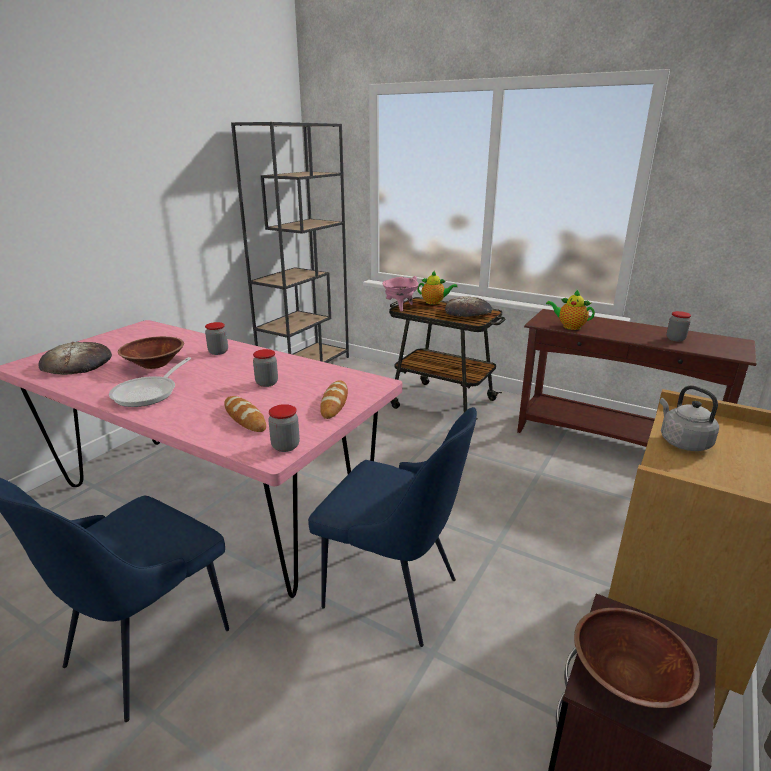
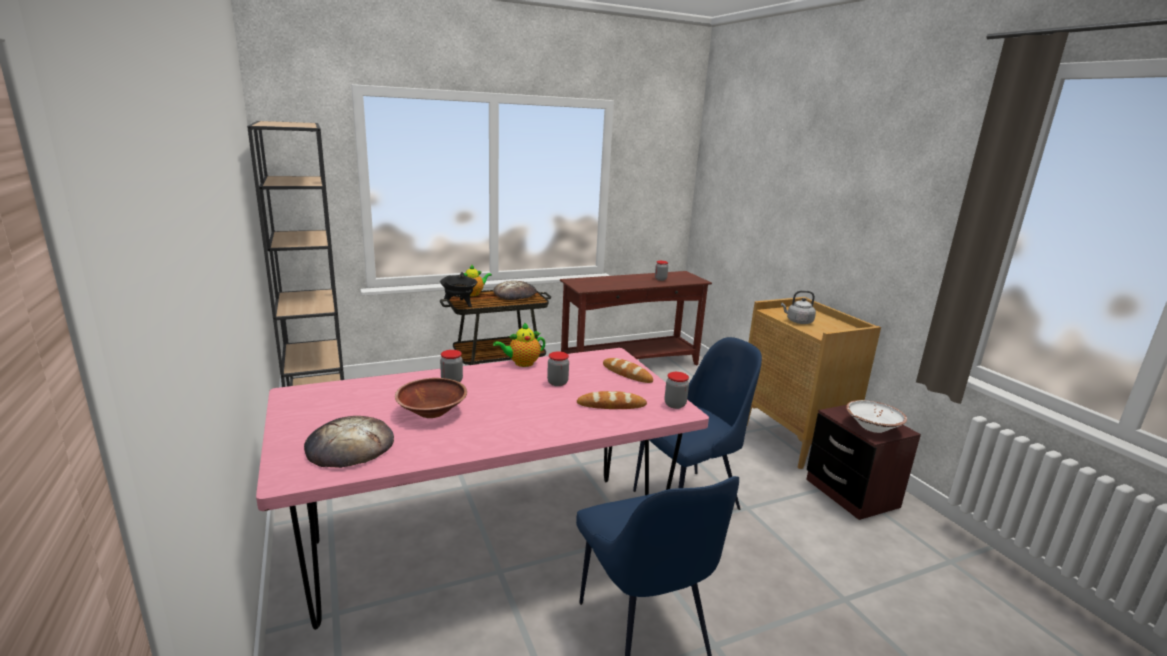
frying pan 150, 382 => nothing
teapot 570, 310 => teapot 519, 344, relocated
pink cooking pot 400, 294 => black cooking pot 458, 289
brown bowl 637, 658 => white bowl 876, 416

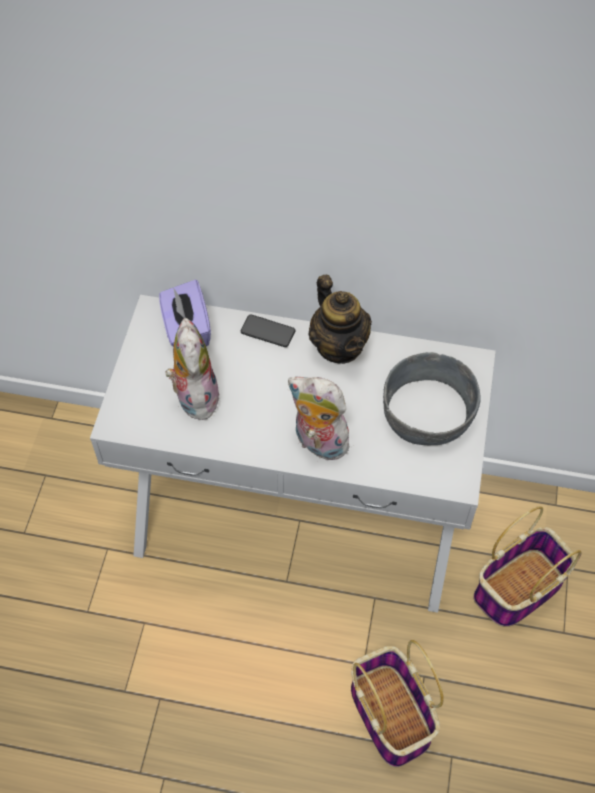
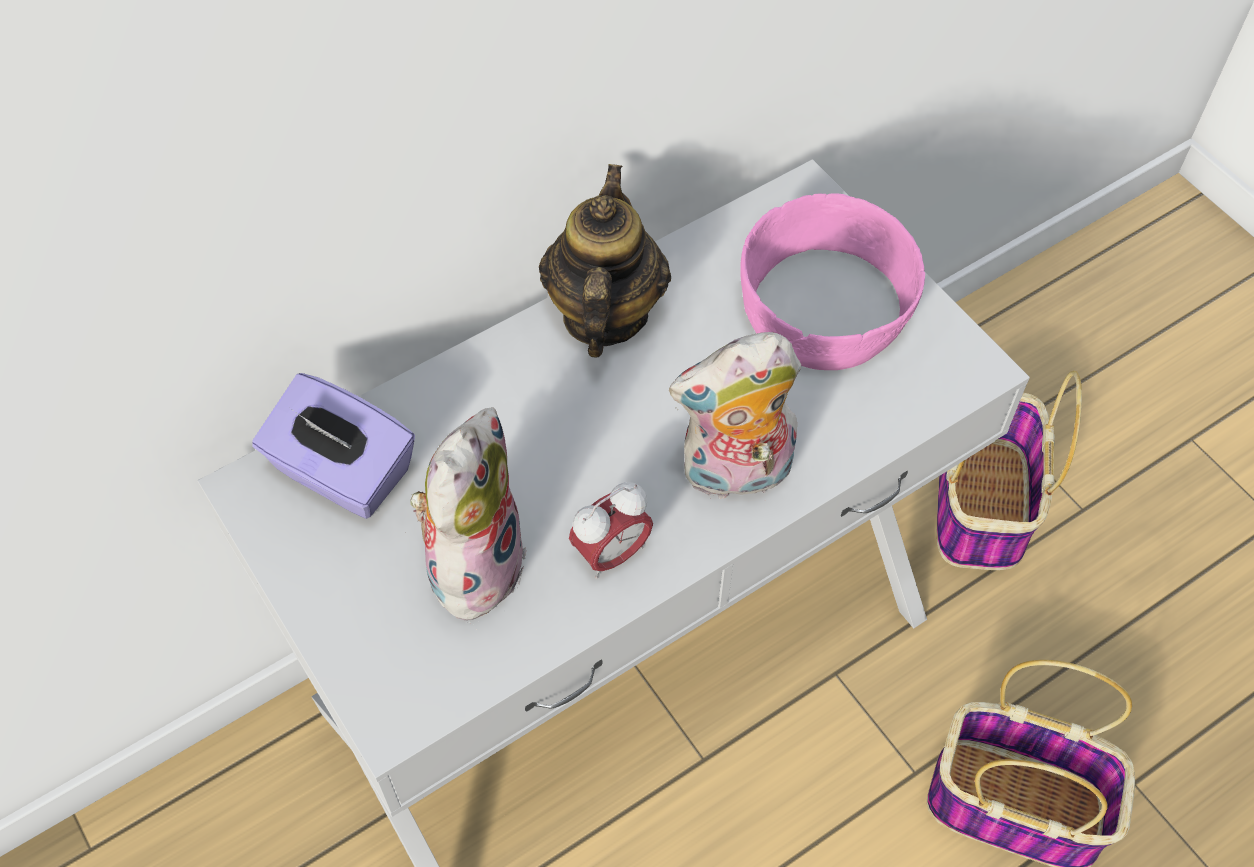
phone 268, 331 => nothing
nothing => alarm clock 611, 530
grey bowl 432, 398 => pink bowl 832, 281
plush toy 193, 369 => plush toy 468, 518, 75 degrees clockwise
teapot 340, 319 => teapot 605, 261, 105 degrees counterclockwise

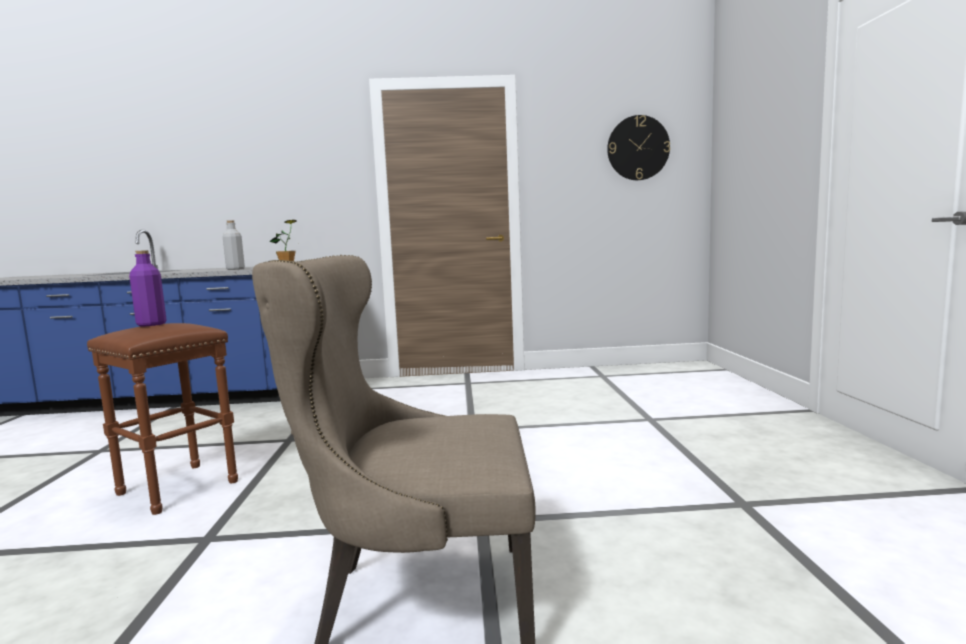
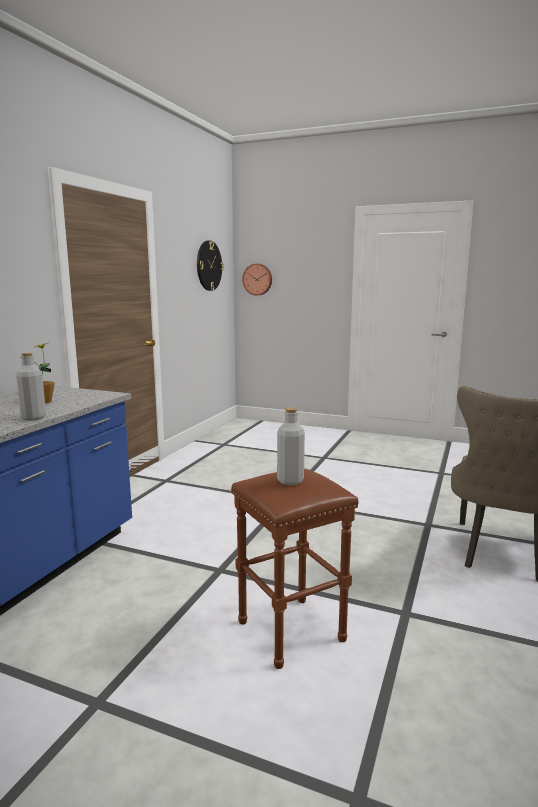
nothing => wall clock 257, 279
purple bottle 148, 288 => grey bottle 291, 446

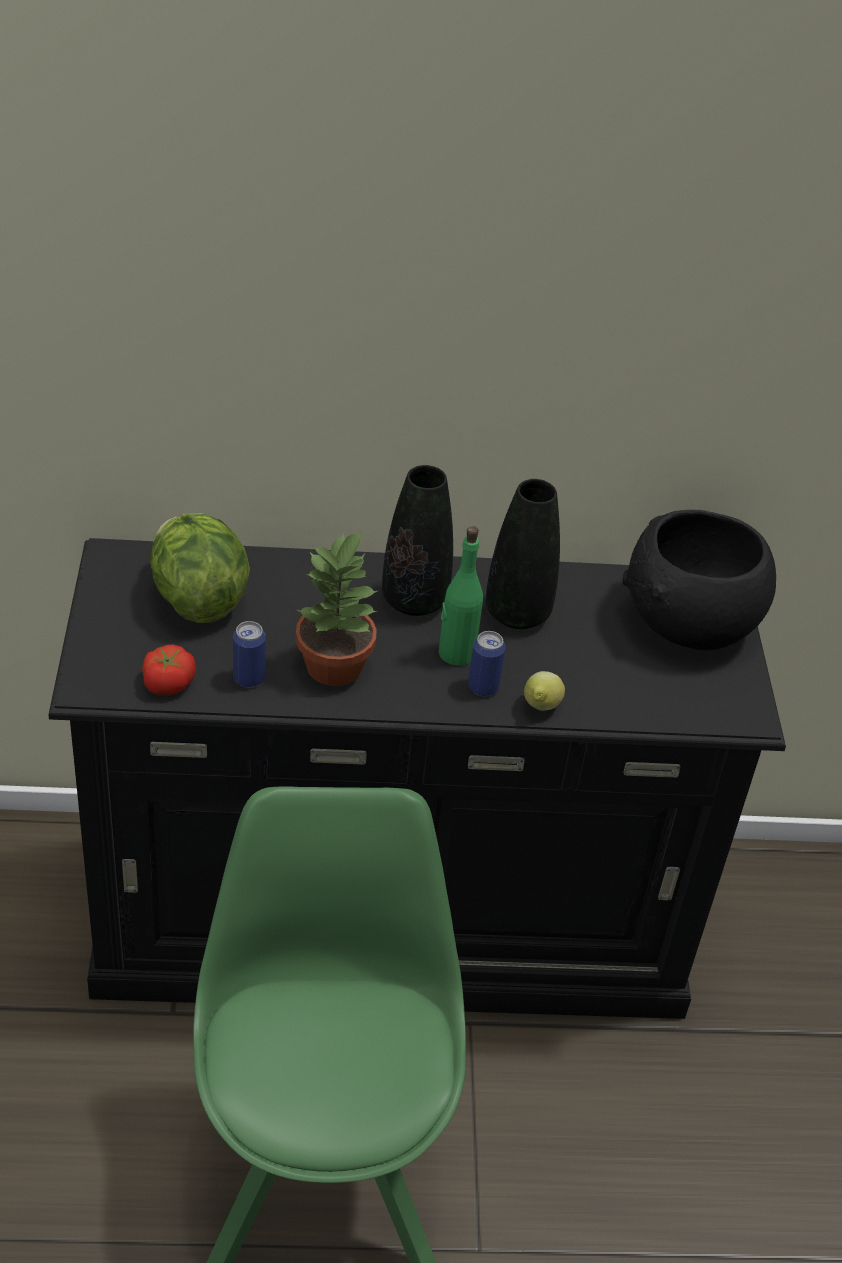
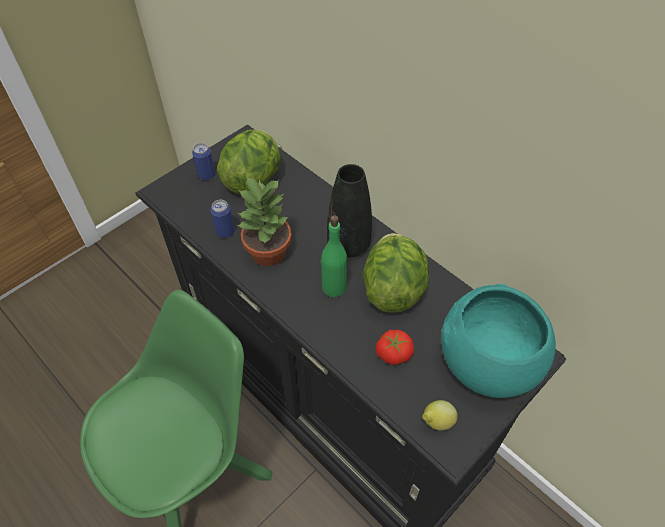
tomato 169, 669 => tomato 394, 347, relocated
can 487, 663 => can 203, 161, relocated
lemon 544, 691 => lemon 440, 415, relocated
black vase 523, 554 => lettuce 395, 273
black bowl 699, 580 => turquoise bowl 498, 341

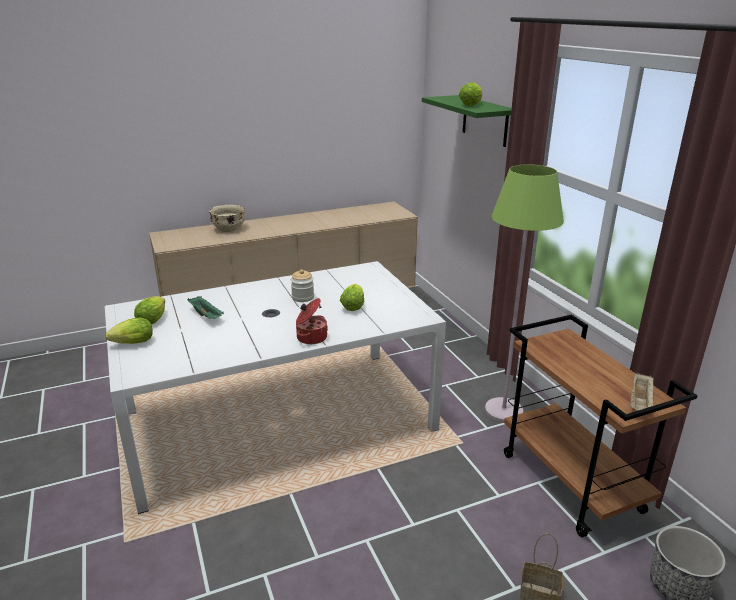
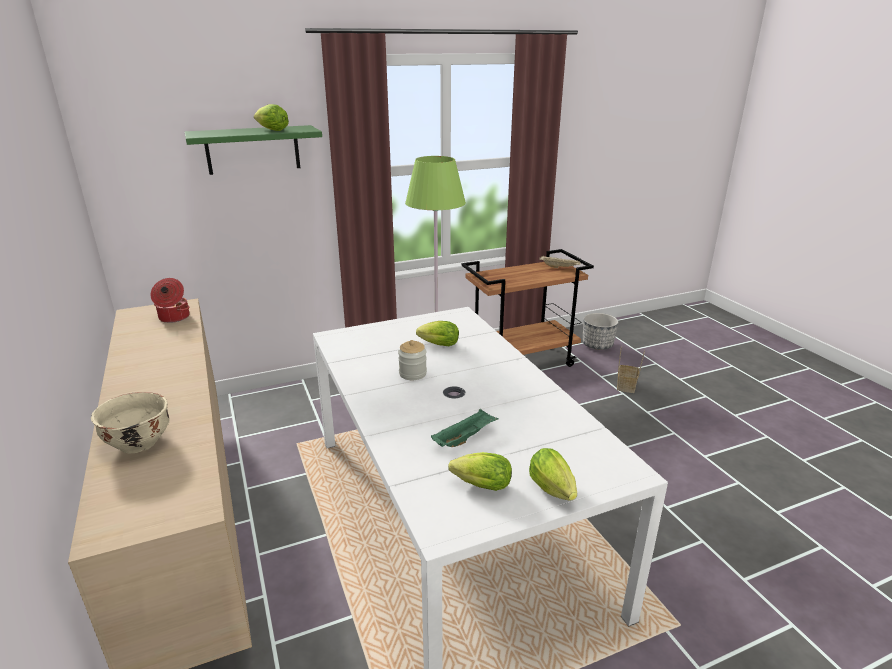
cooking pot 312, 321 => cooking pot 170, 300, relocated

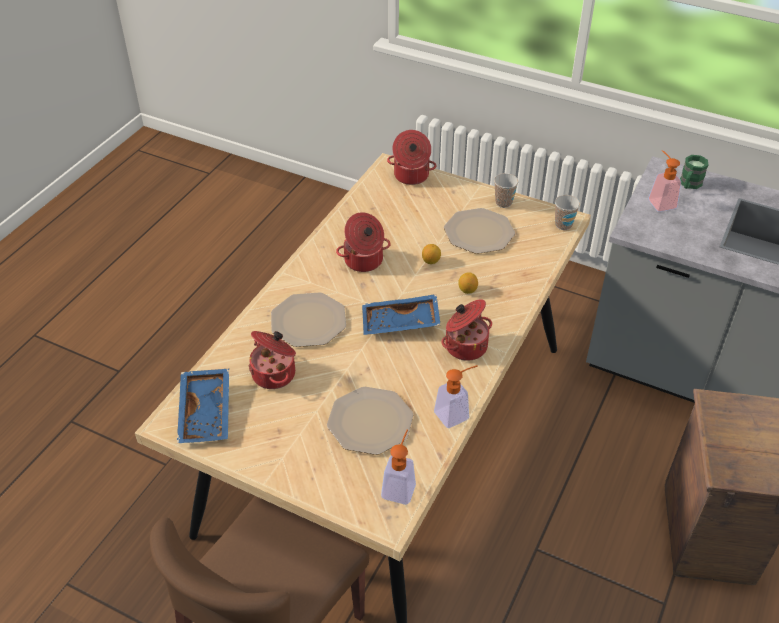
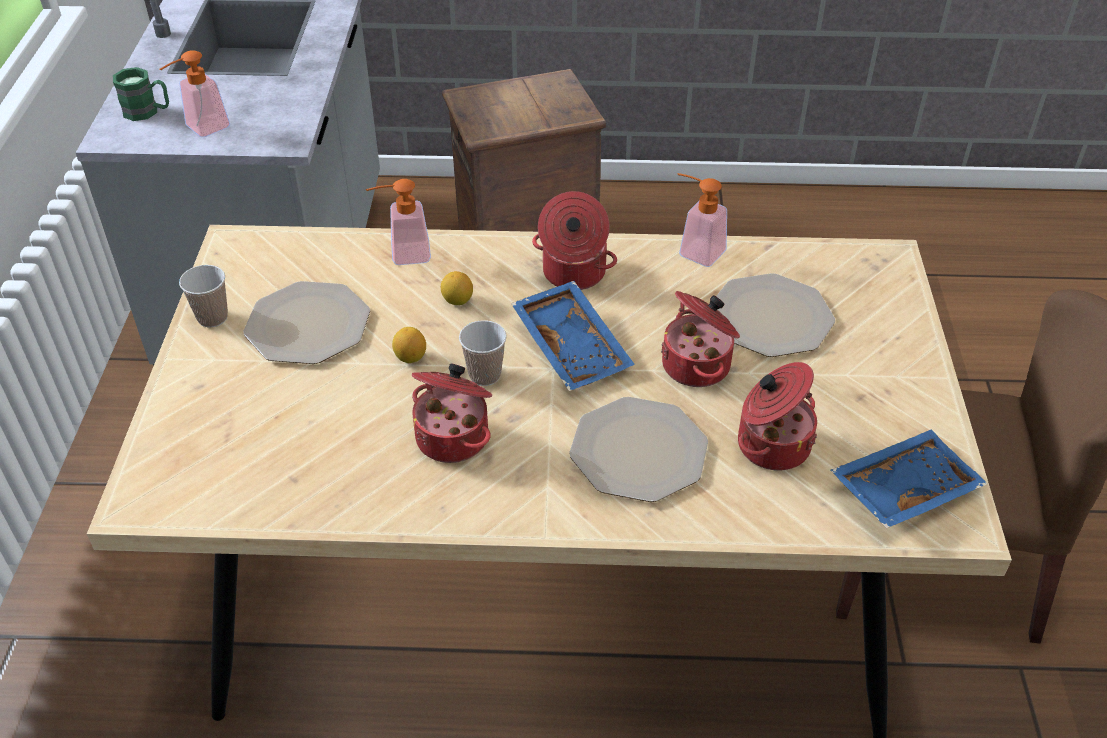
soap dispenser 398, 467 => soap dispenser 398, 222, relocated
cooking pot 411, 157 => cooking pot 700, 339, relocated
cup 567, 212 => cup 483, 353, relocated

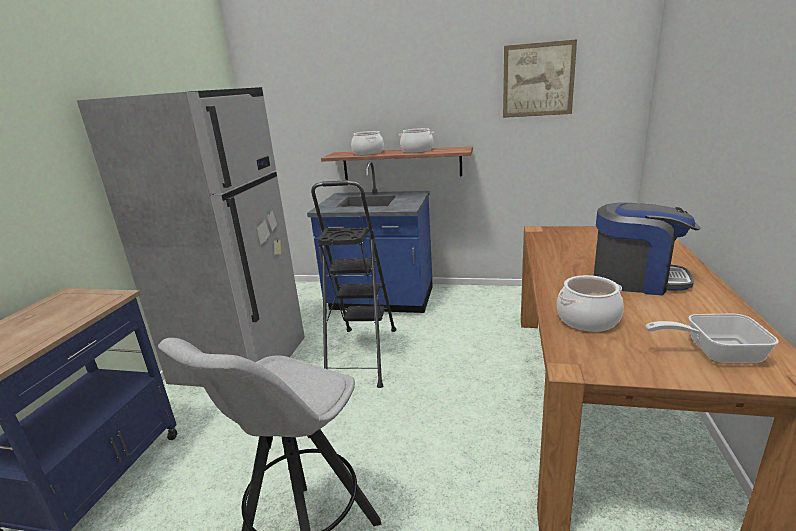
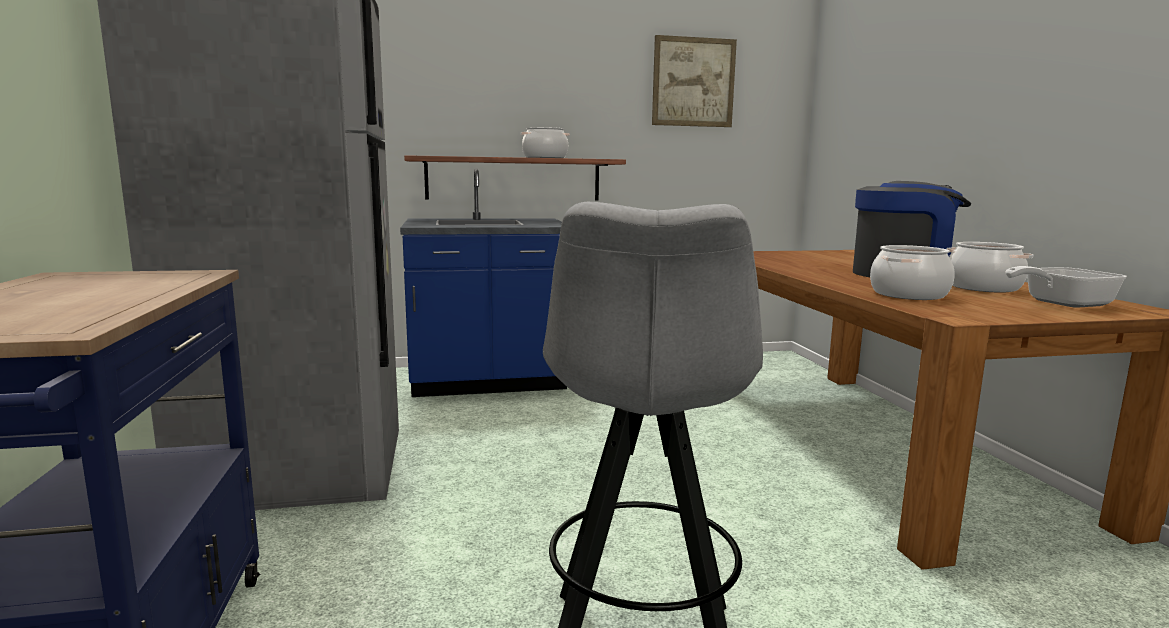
step ladder 354, 284 => nothing
cooking pot 367, 143 => cooking pot 990, 267, relocated

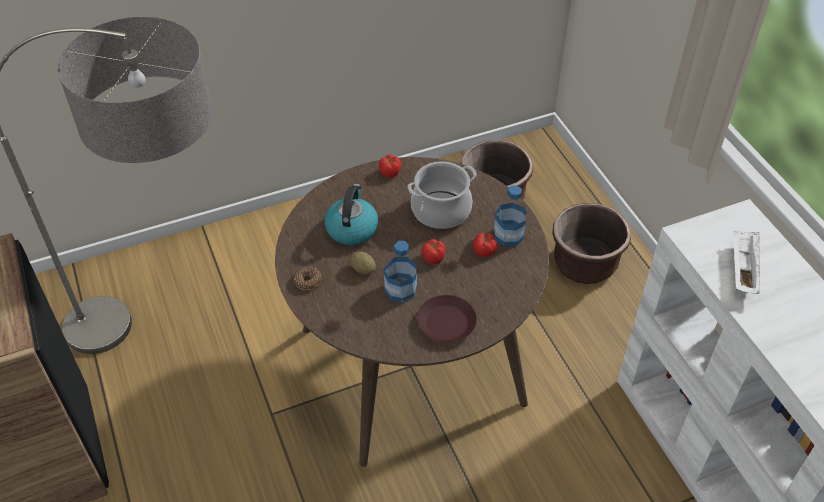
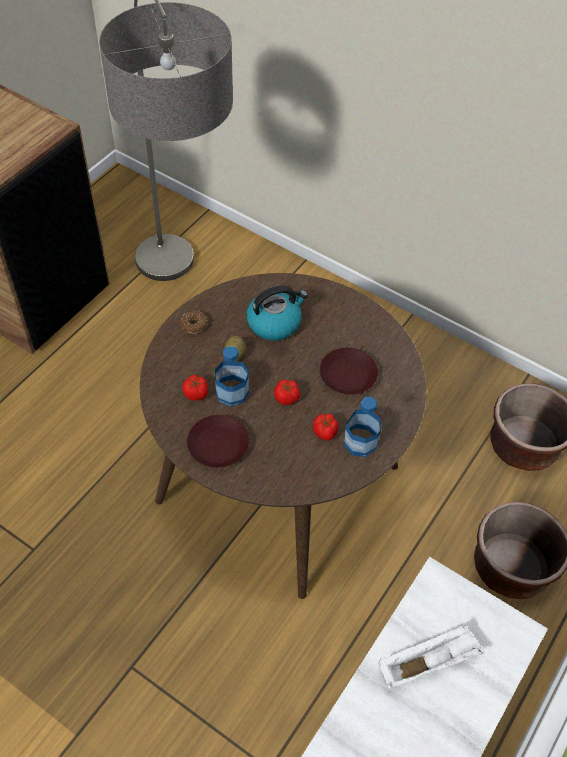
tomato 390, 165 => tomato 195, 388, relocated
cooking pot 442, 195 => brown plate 349, 371

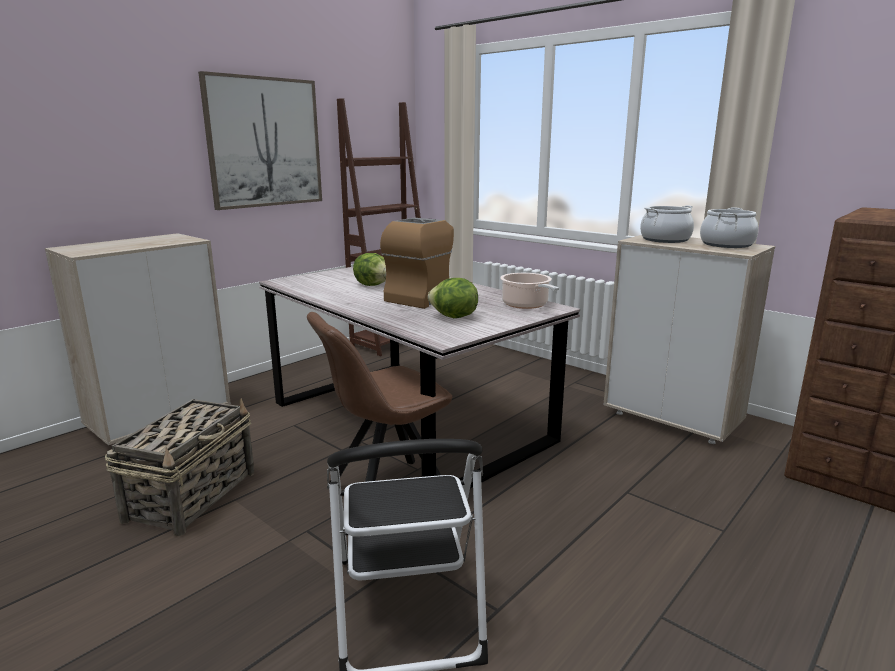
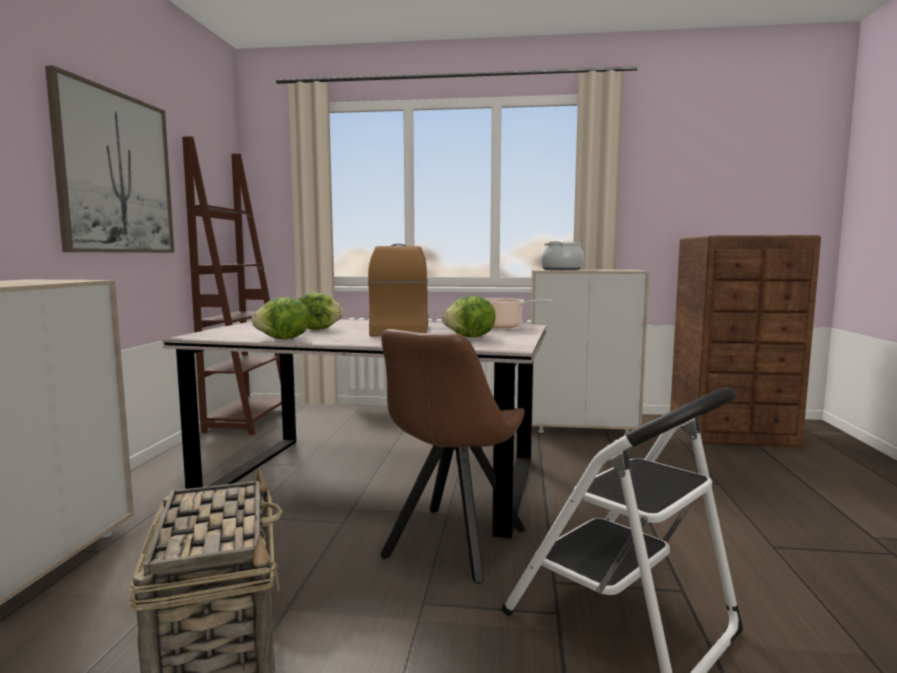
cooking pot 729, 227 => nothing
nothing => lettuce 280, 318

